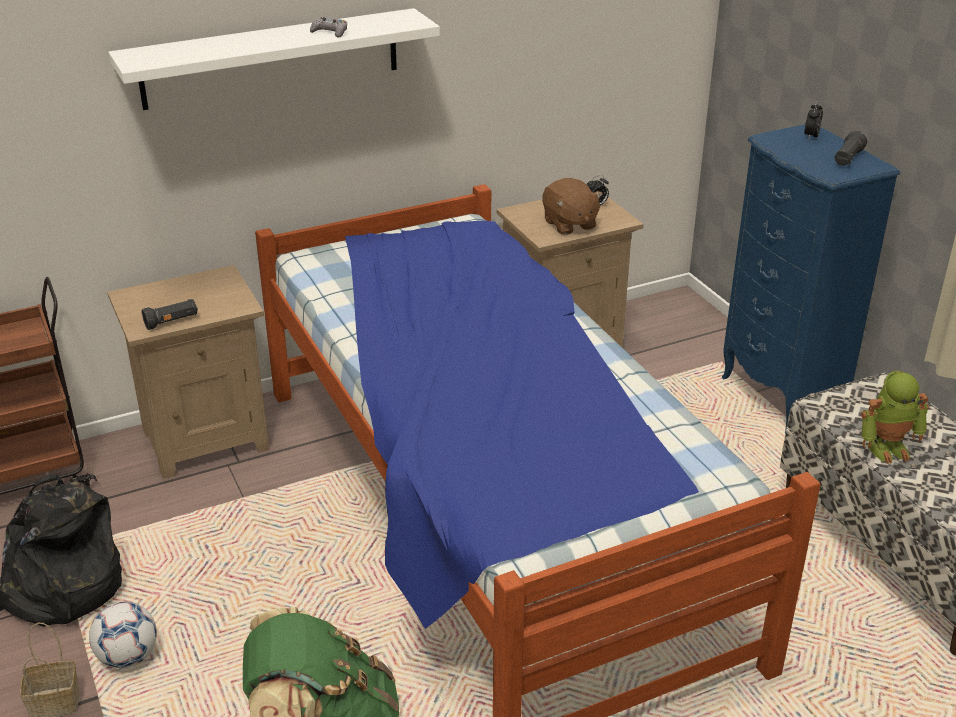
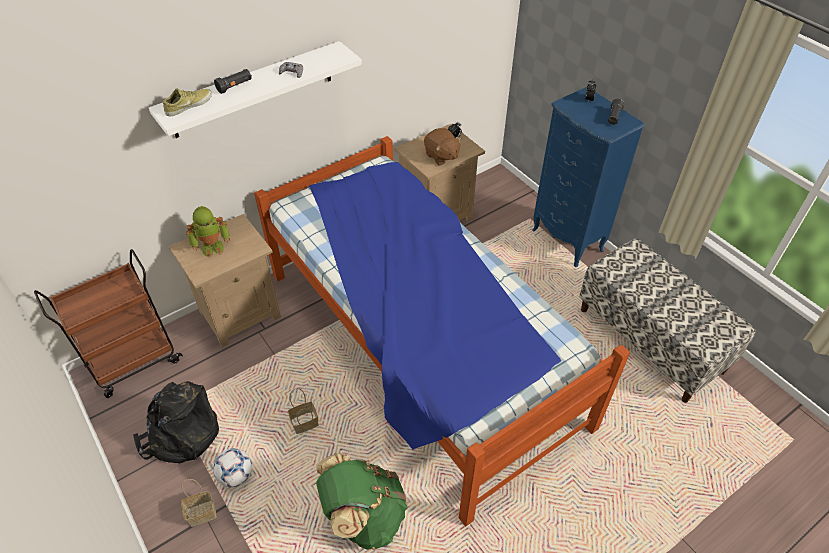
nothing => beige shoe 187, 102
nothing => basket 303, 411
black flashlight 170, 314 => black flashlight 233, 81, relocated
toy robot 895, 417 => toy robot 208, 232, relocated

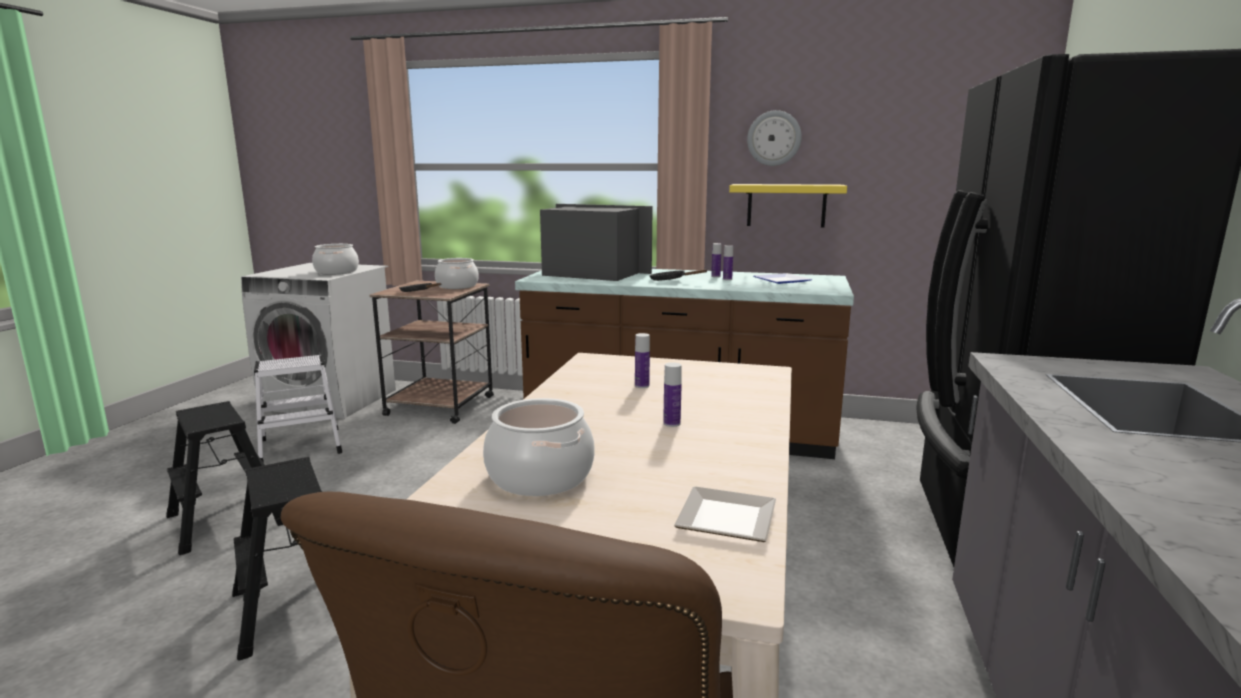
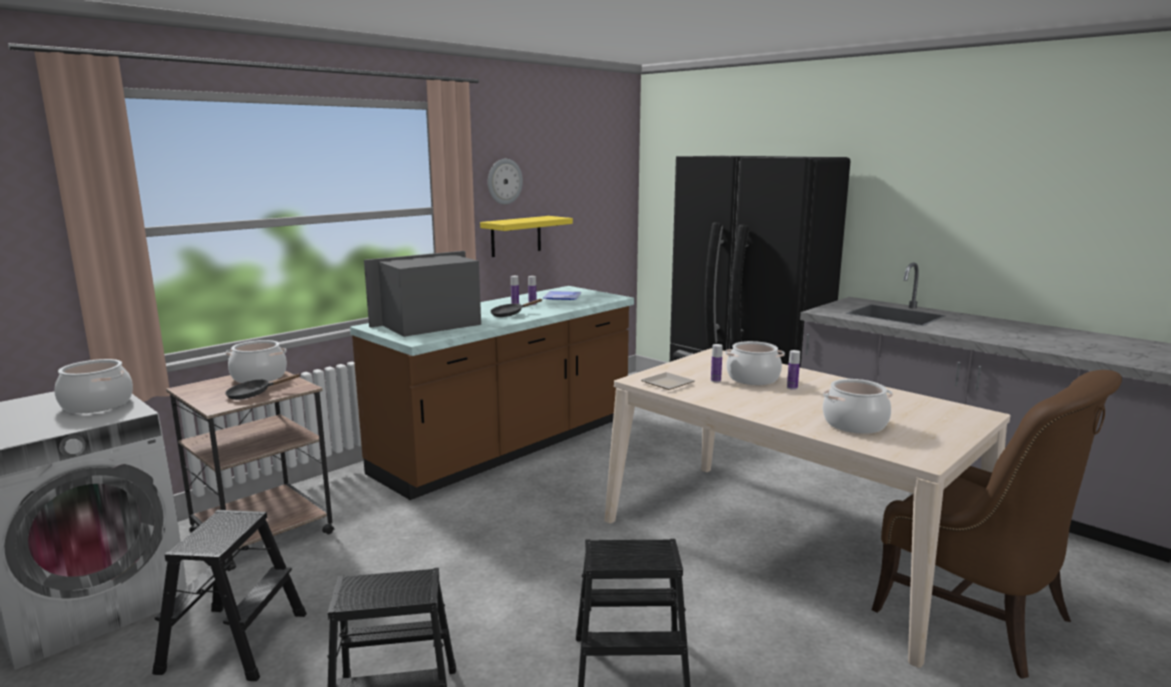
nothing => cooking pot 755, 363
plate 725, 514 => plate 668, 381, relocated
white step ladder 298, 408 => black step ladder 229, 595

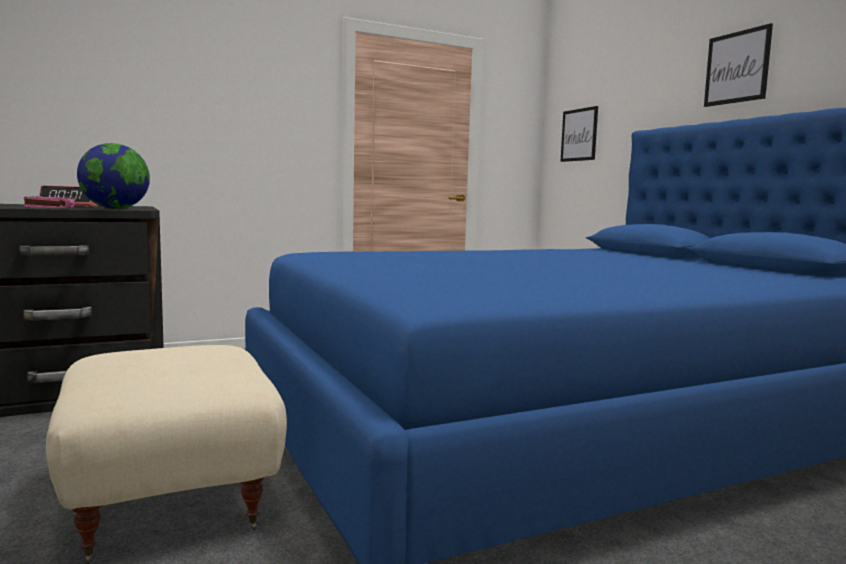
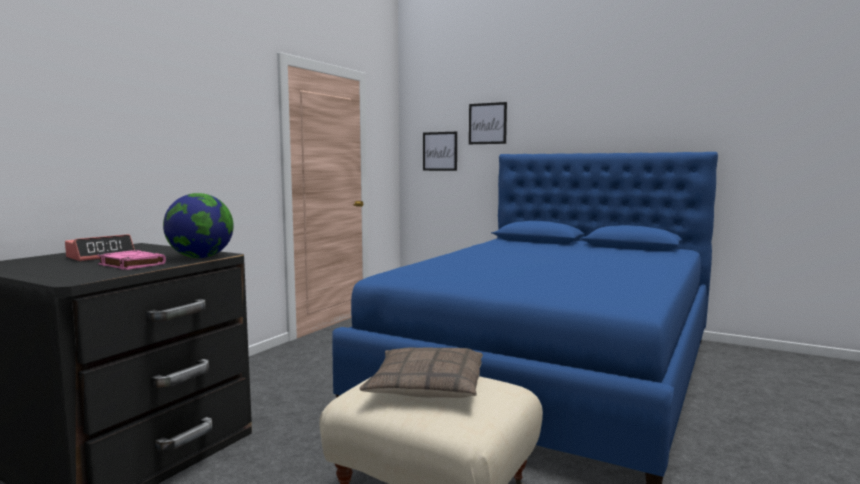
nothing => pillow 421, 373
picture 738, 65 => picture 488, 123, relocated

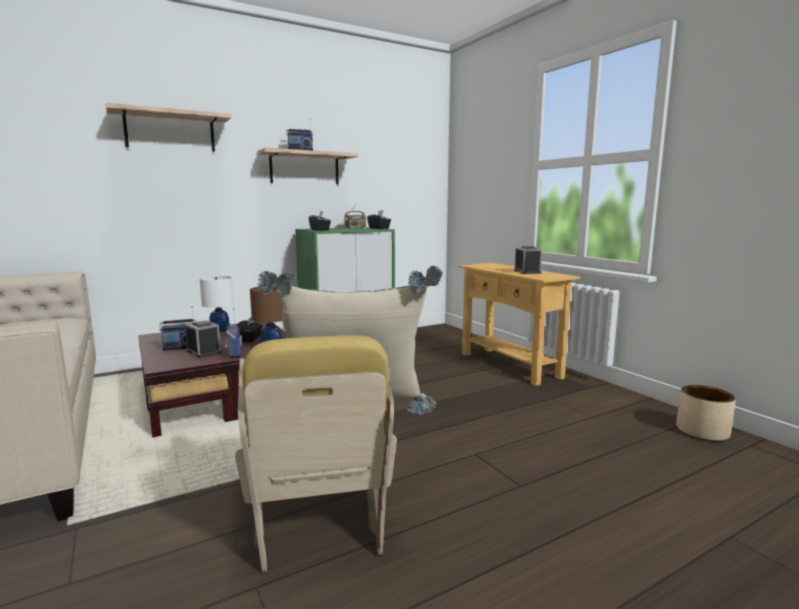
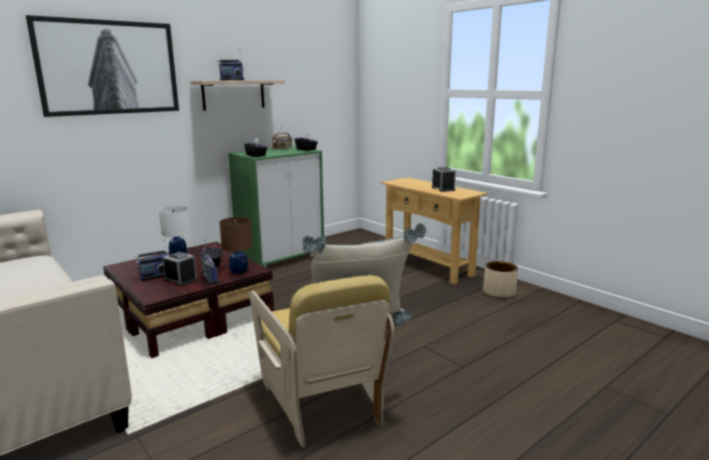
beige planter 706, 413 => beige planter 500, 279, relocated
shelf 169, 127 => picture 102, 66

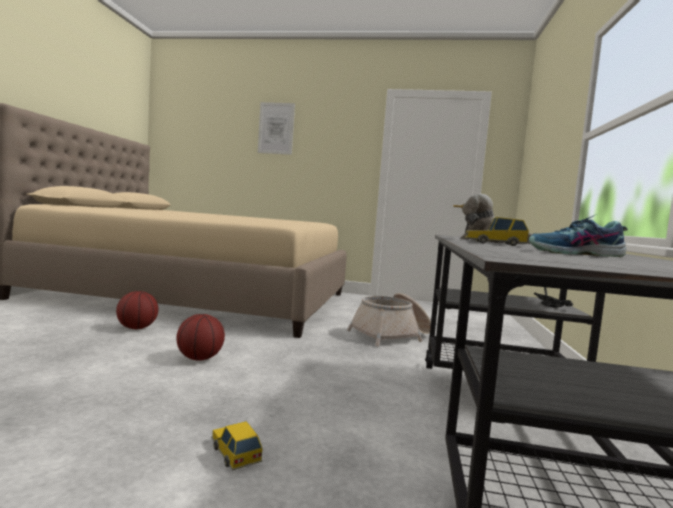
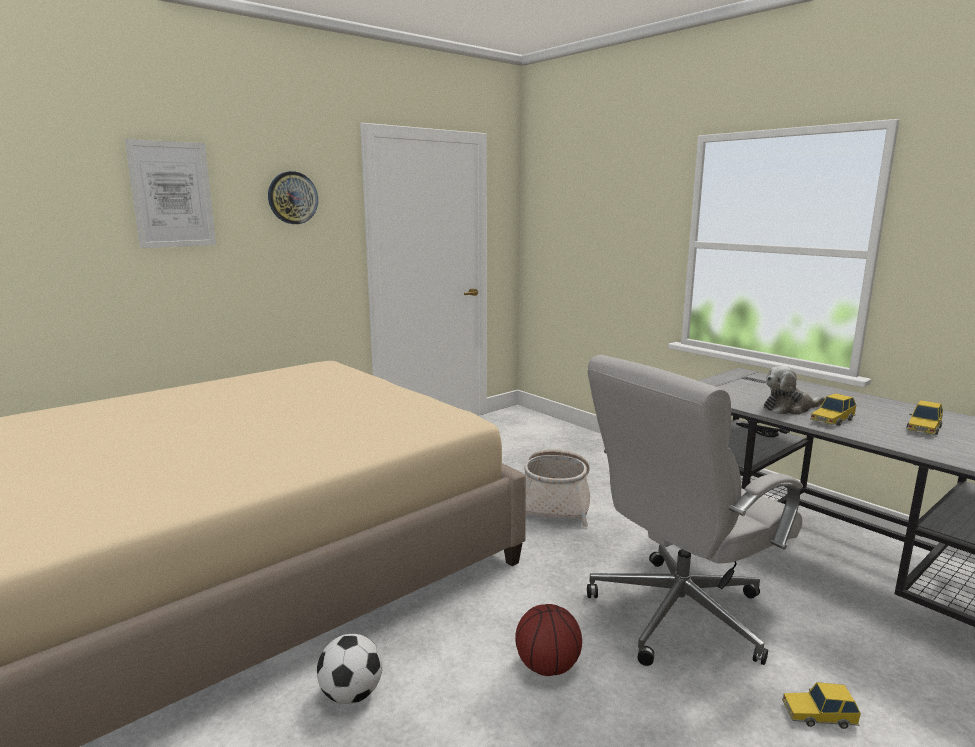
nothing => wall clock 293, 197
nothing => grey office chair 695, 510
basketball 137, 310 => football 349, 669
shoe 578, 236 => toy car 925, 417

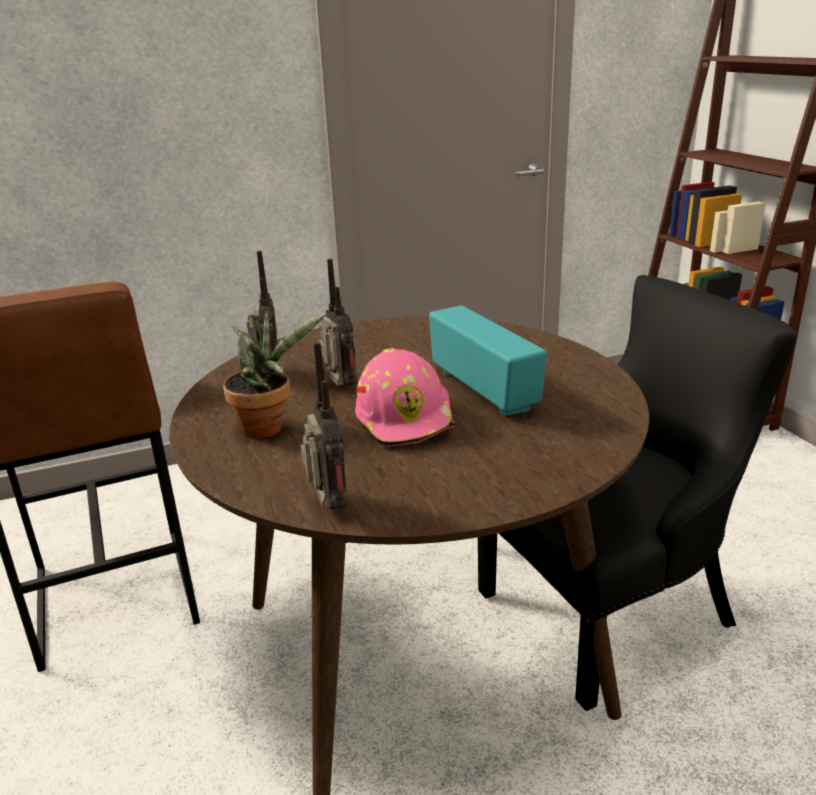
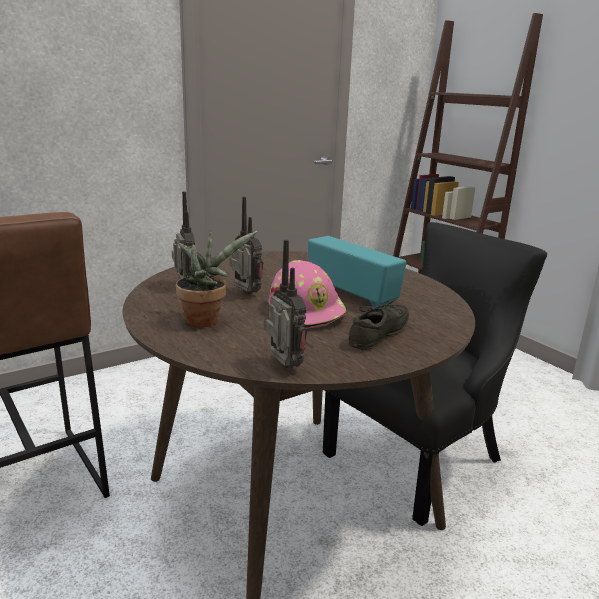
nothing => grey shoe 379, 324

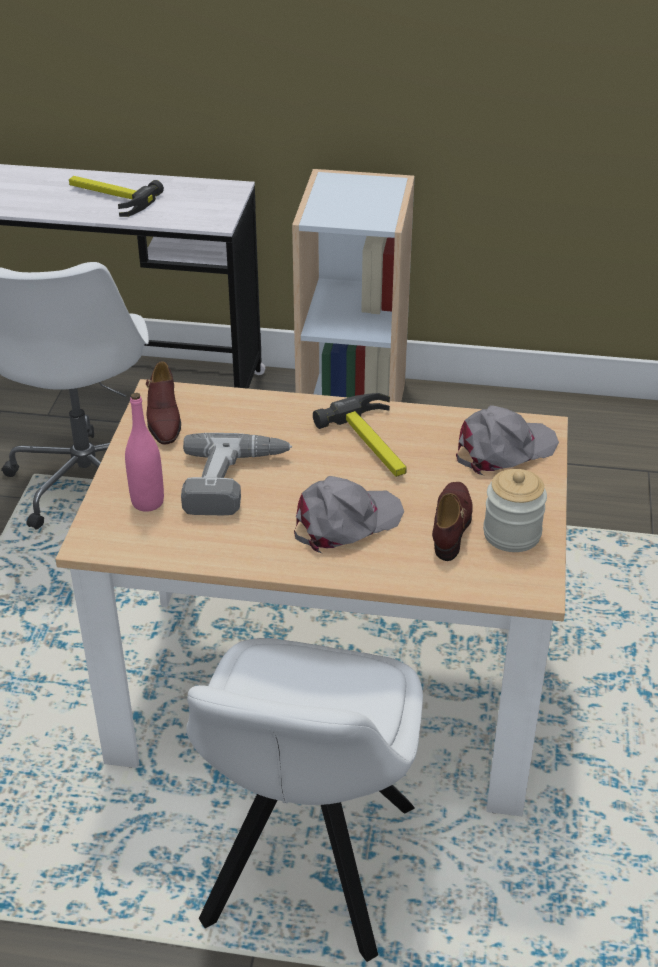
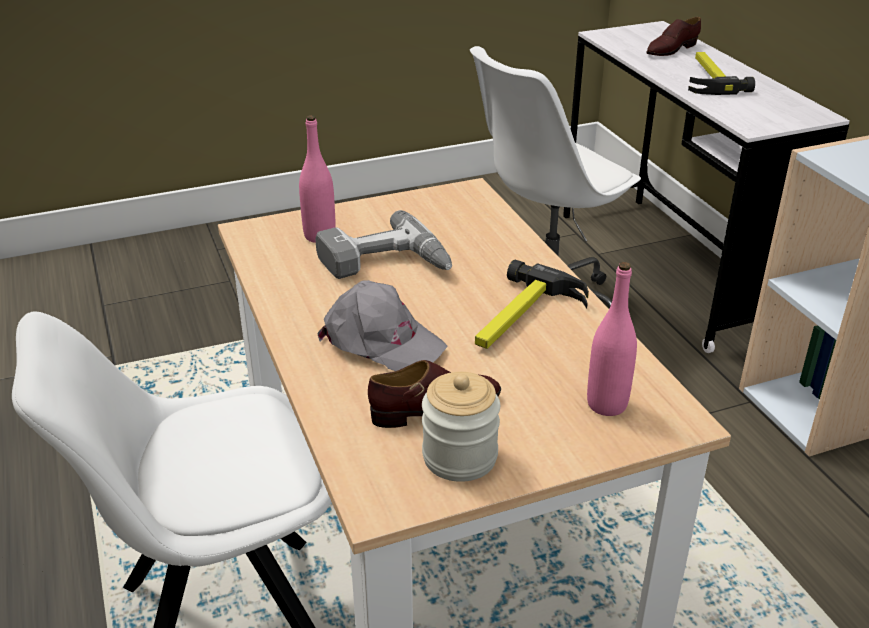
brown shoe 163, 402 => brown shoe 673, 36, relocated
grey cap 507, 440 => pink bottle 612, 339

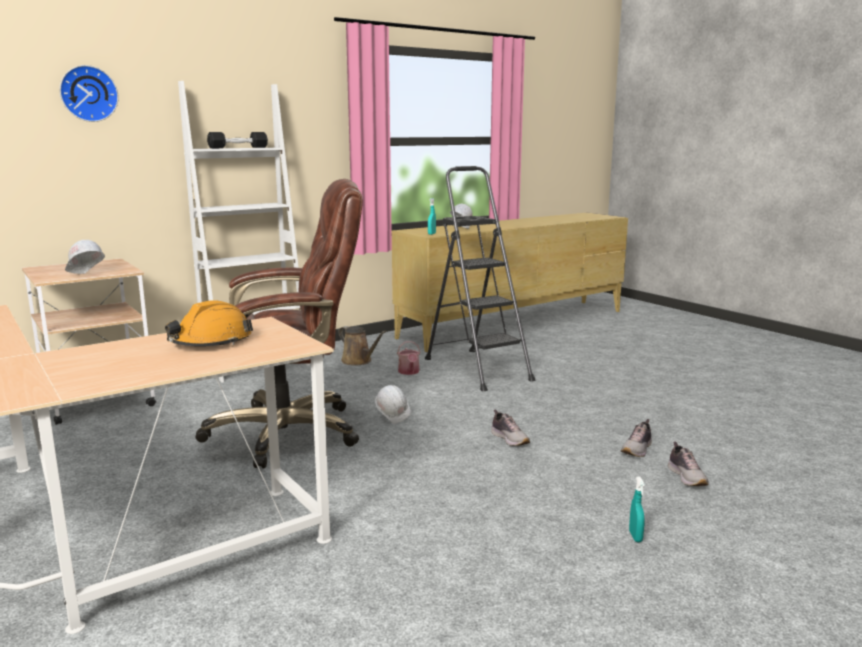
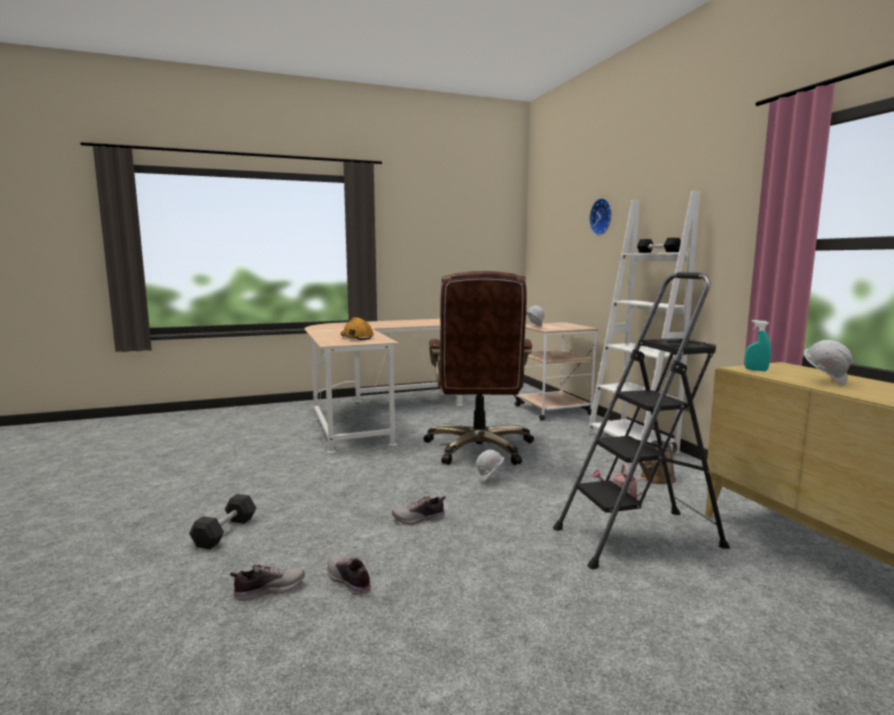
turquoise spray bottle 637, 509 => black dumbbell 222, 521
shoe 688, 463 => shoe 267, 582, 150 degrees clockwise

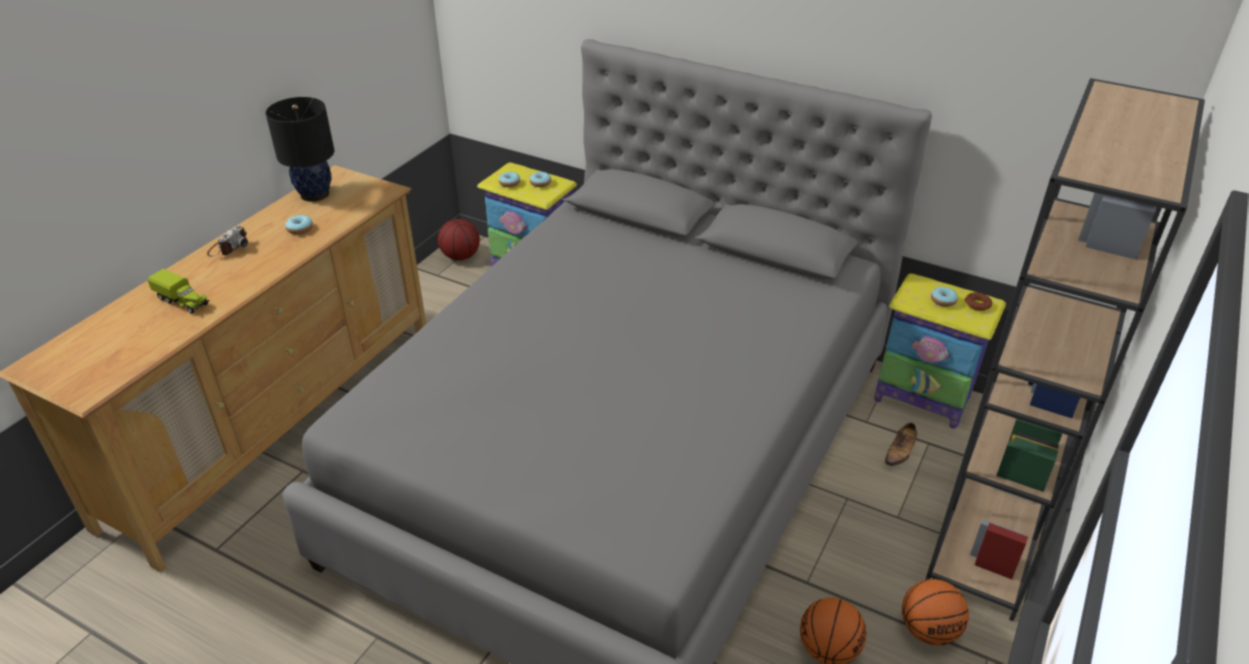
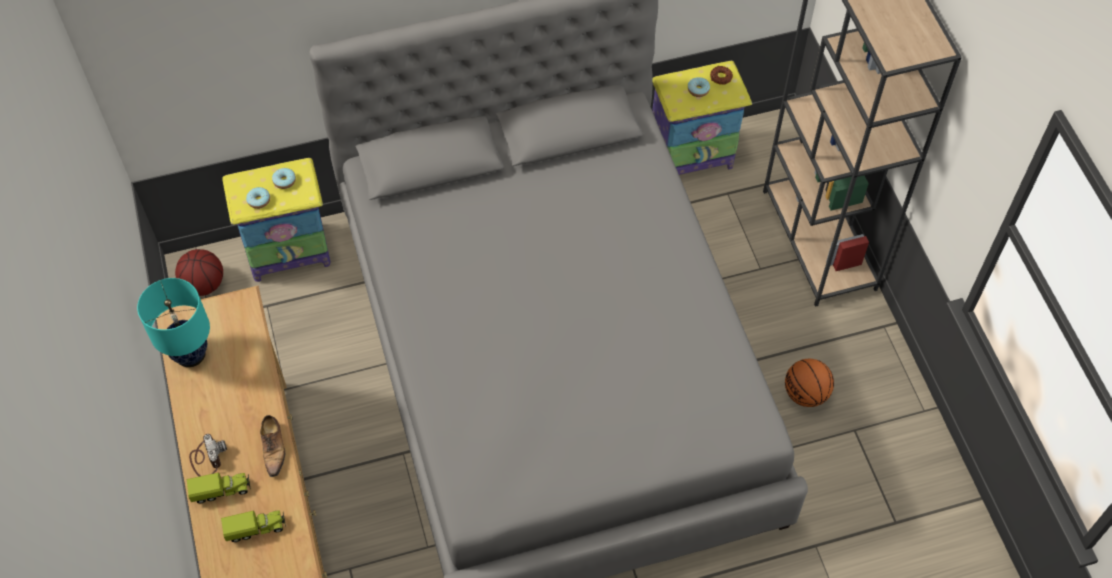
donut 299, 225 => nothing
basketball 935, 612 => nothing
nothing => toy truck 218, 488
shoe 901, 444 => shoe 272, 446, relocated
black table lamp 300, 149 => turquoise table lamp 173, 322

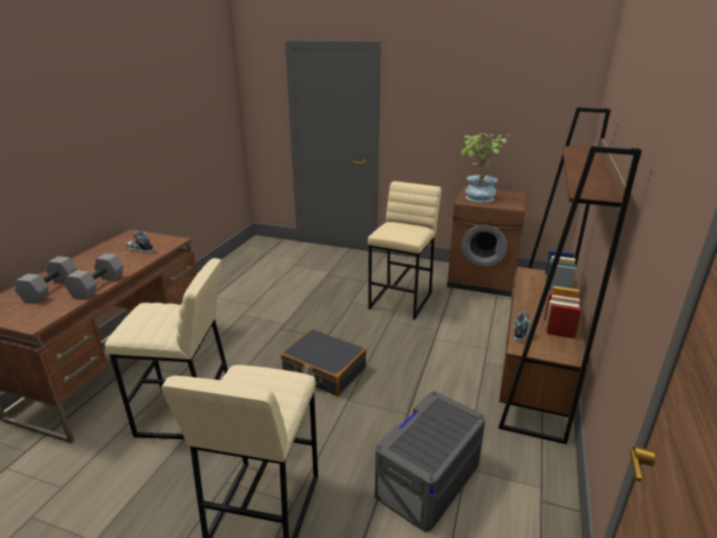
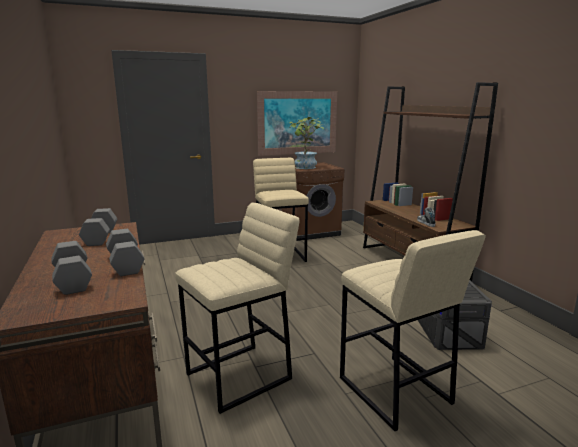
black suitcase 323, 362 => nothing
nothing => picture 297, 123
shoe 140, 242 => grey dumbbell 98, 227

